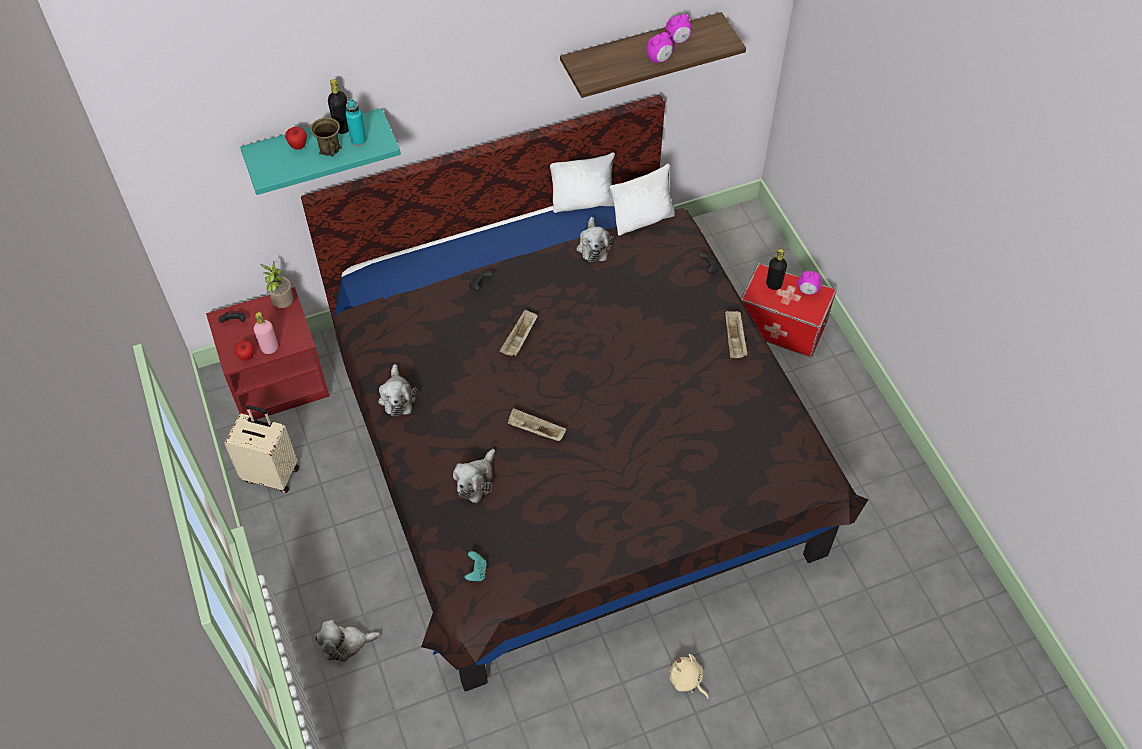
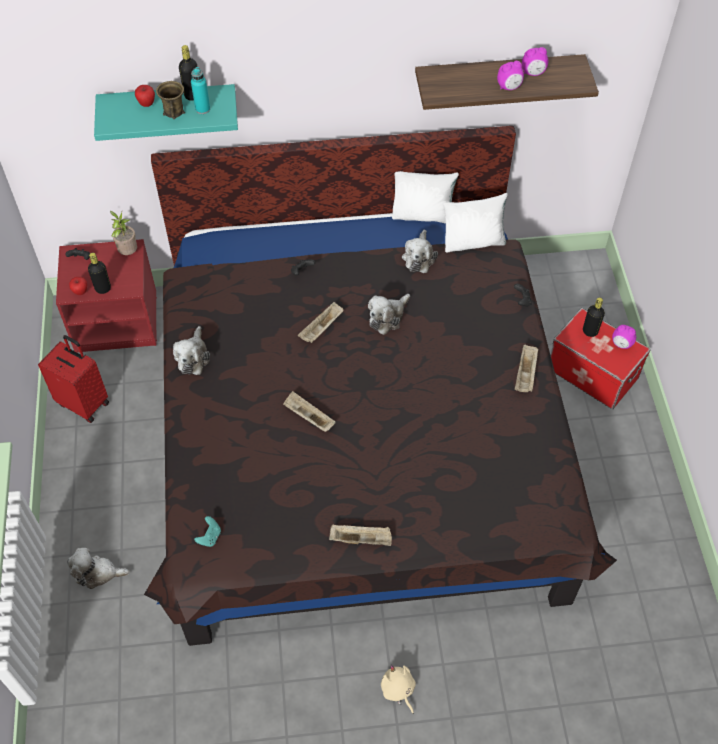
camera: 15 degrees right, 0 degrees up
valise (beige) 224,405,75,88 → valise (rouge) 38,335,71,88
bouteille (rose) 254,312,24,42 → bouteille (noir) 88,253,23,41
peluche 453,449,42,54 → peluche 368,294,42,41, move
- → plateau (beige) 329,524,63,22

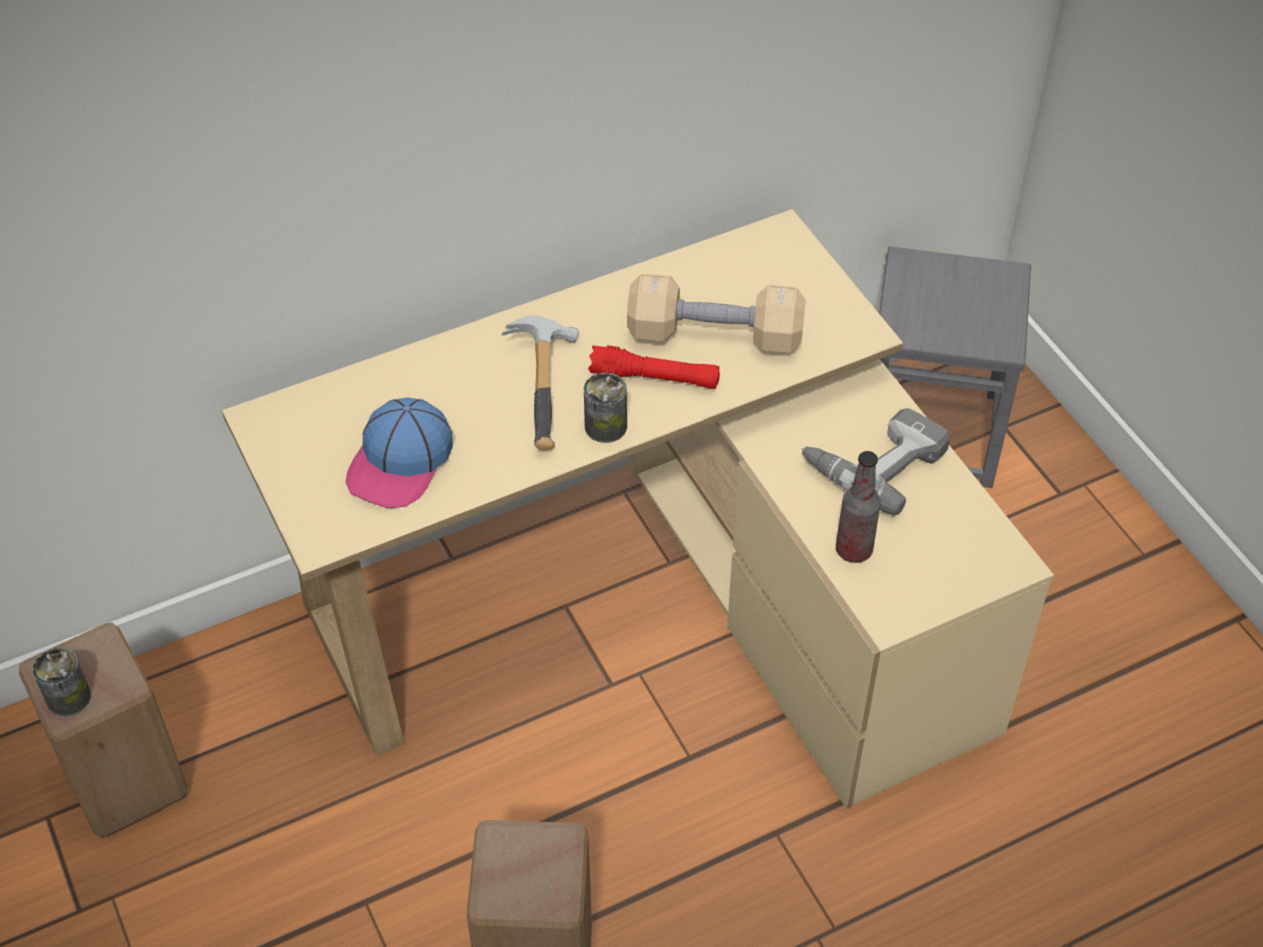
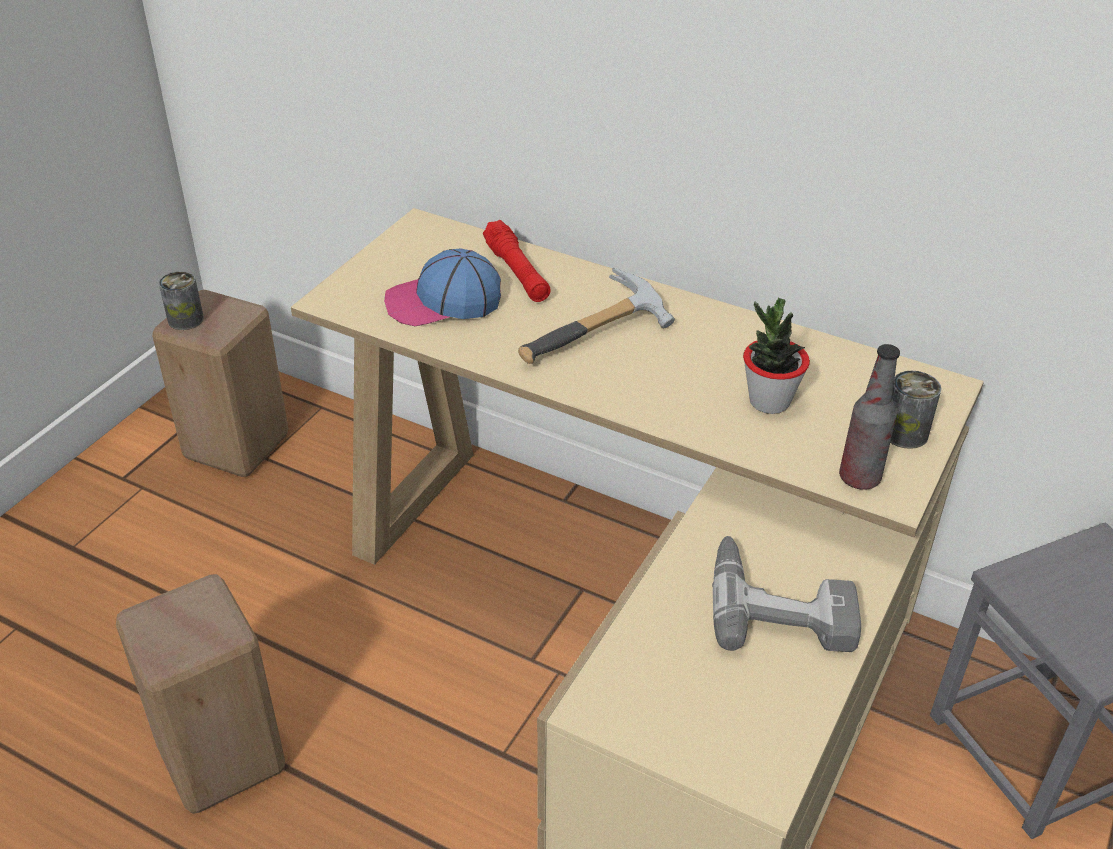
camera: 55 degrees right, 10 degrees down
boîte métallique 584,373,43,70 → boîte métallique 890,371,51,78, move
lampe de poche (rouge) 588,345,132,44 → lampe de poche (rouge) 483,220,68,82, move
haltère (beige) 627,274,179,79 → plante en pot 743,298,67,116
bouteille 836,451,45,112 → bouteille 839,344,61,146, move

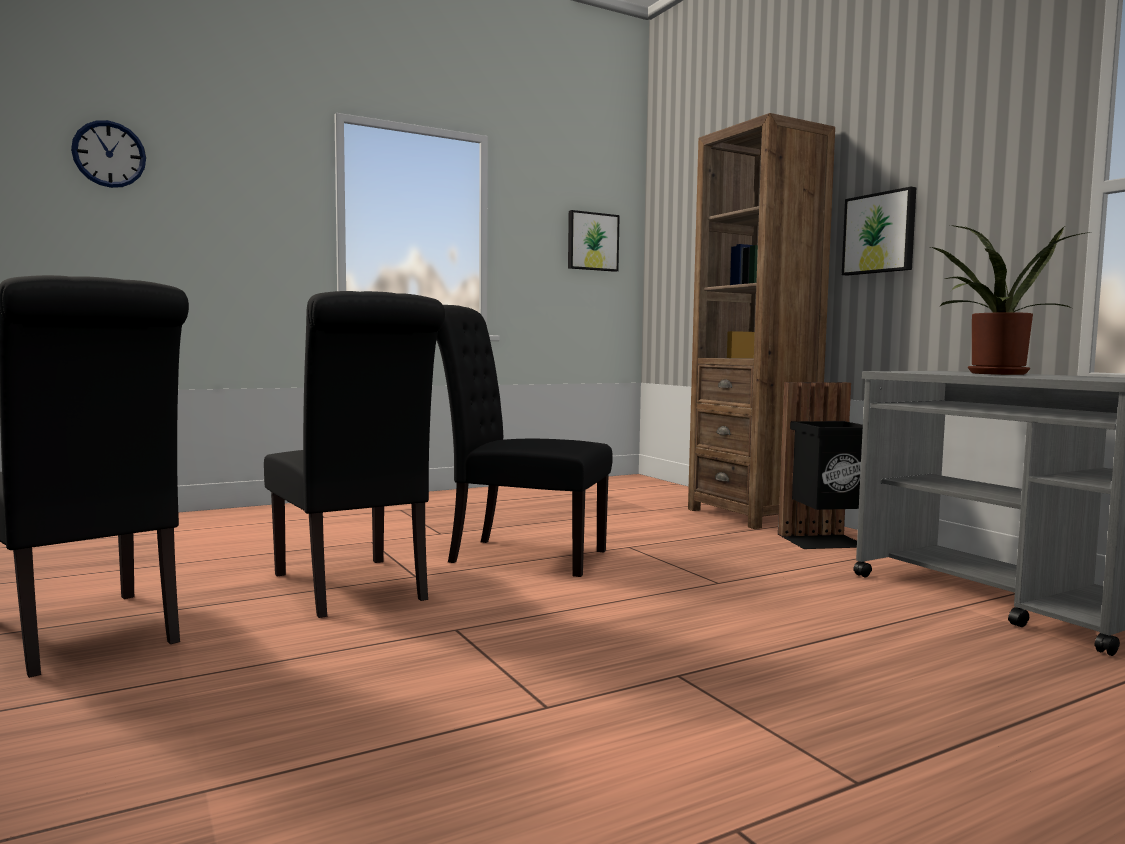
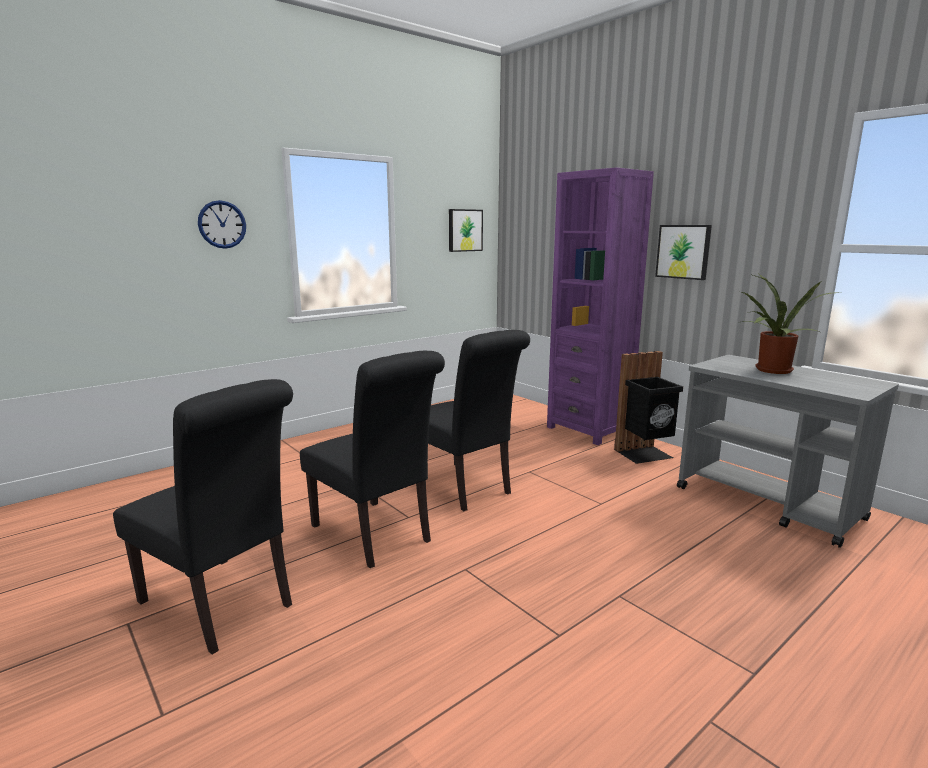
camera: 10 degrees left, 10 degrees up
horloge murale 71,120,75,68 → horloge murale 198,200,48,49, move
chaise (noir) 437,305,176,272 → chaise (noir) 428,330,102,181, 135 degrees counterclockwise
bibliothèque (marron) 688,113,147,416 → bibliothèque (violet) 547,168,107,277

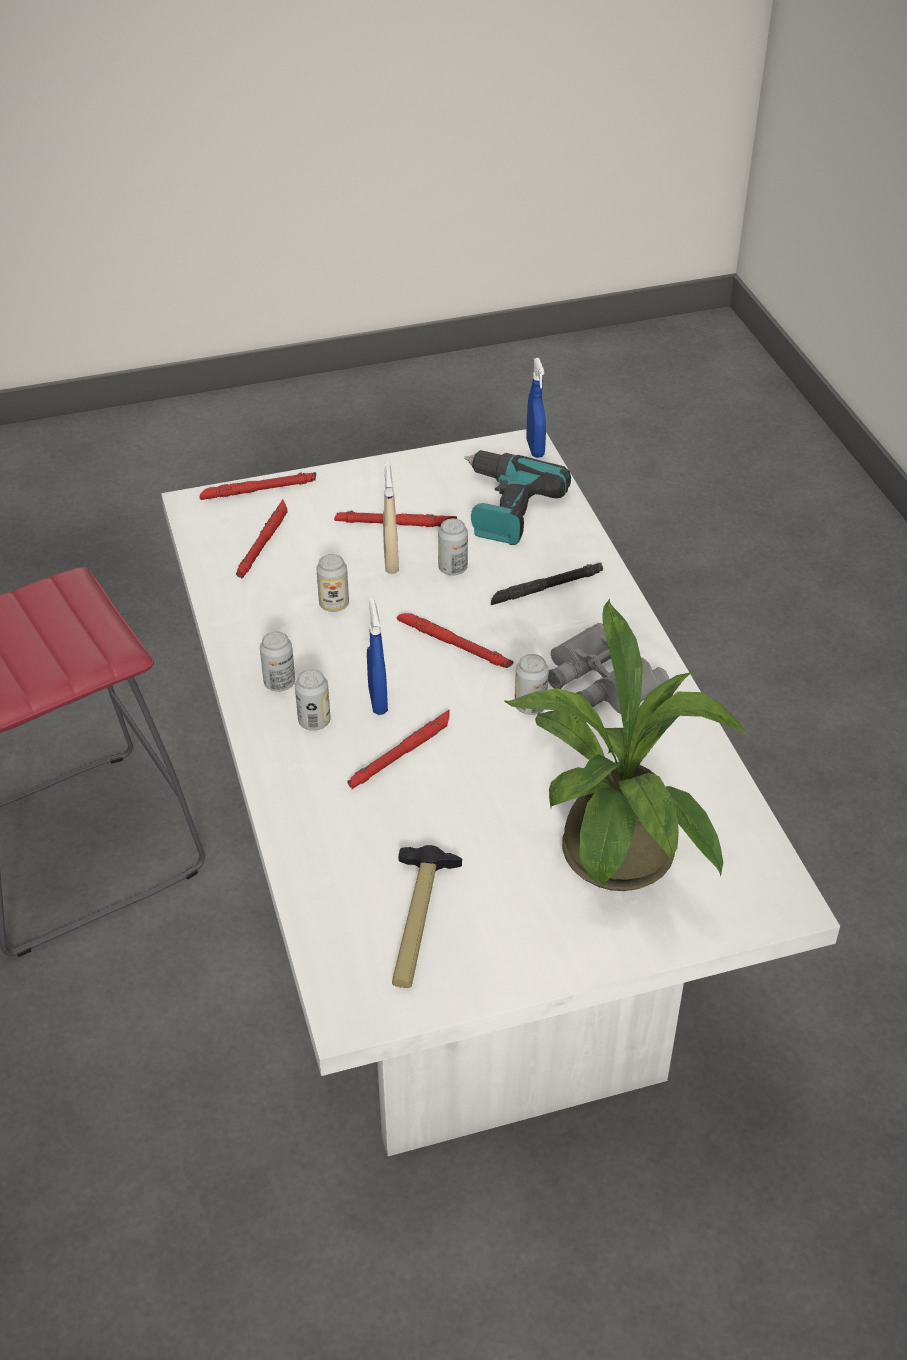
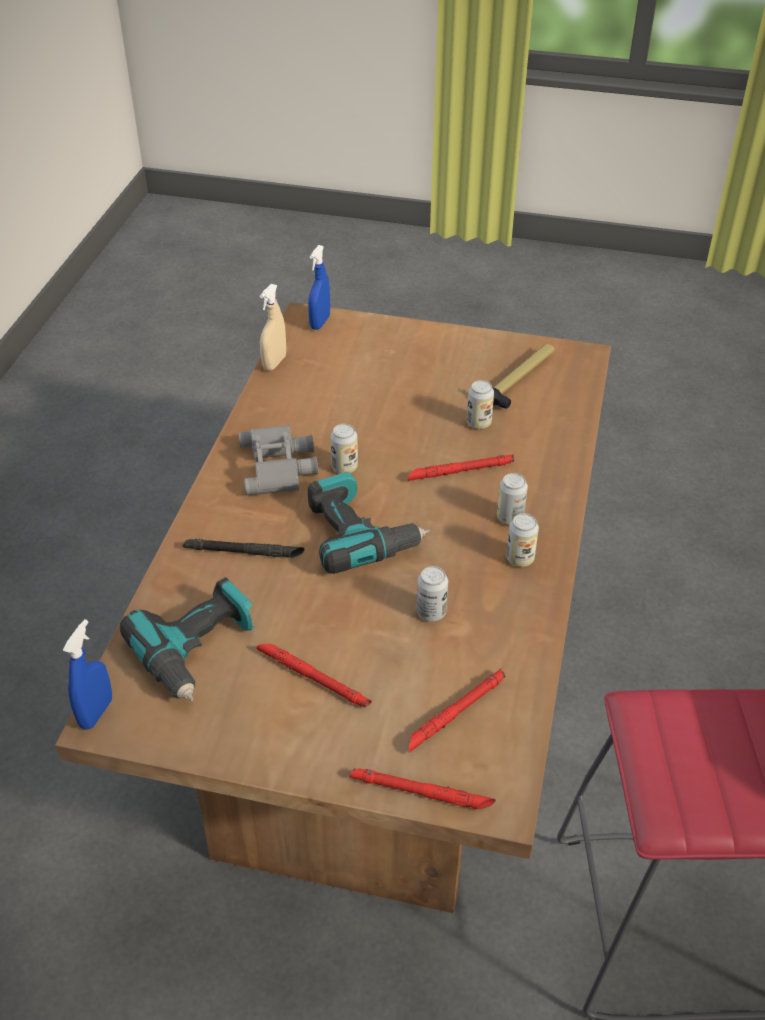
camera: 150 degrees left, 0 degrees up
table à manger (blanc) 161,429,679,727 → table à manger (marron) 55,302,556,611
vaporisateur (bleu) 367,597,21,118 → vaporisateur (bleu) 308,245,22,85, move
vaporisateur (beige) 383,462,16,112 → vaporisateur (beige) 260,284,26,87, move
lampe de poche (rouge) 397,613,116,55 → perceuse 308,472,122,102
boîte métallique 438,519,30,57 → boîte métallique 467,380,27,49, move
plante en pot 503,599,245,292 → -

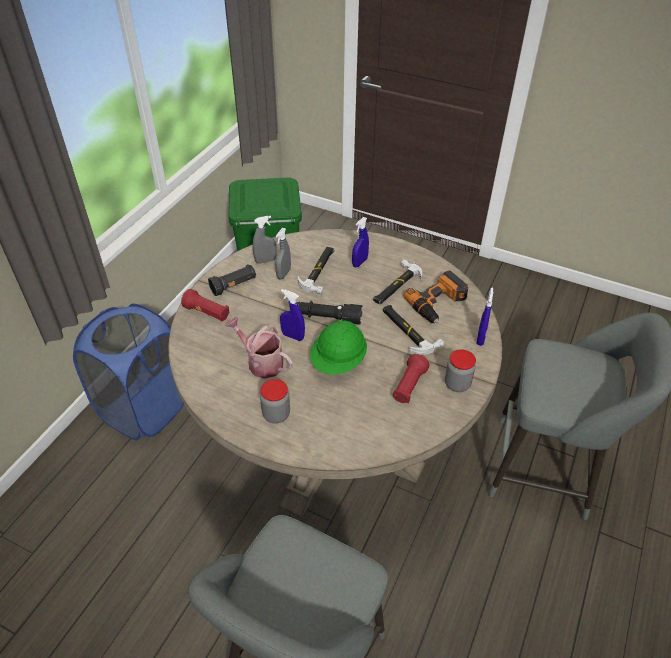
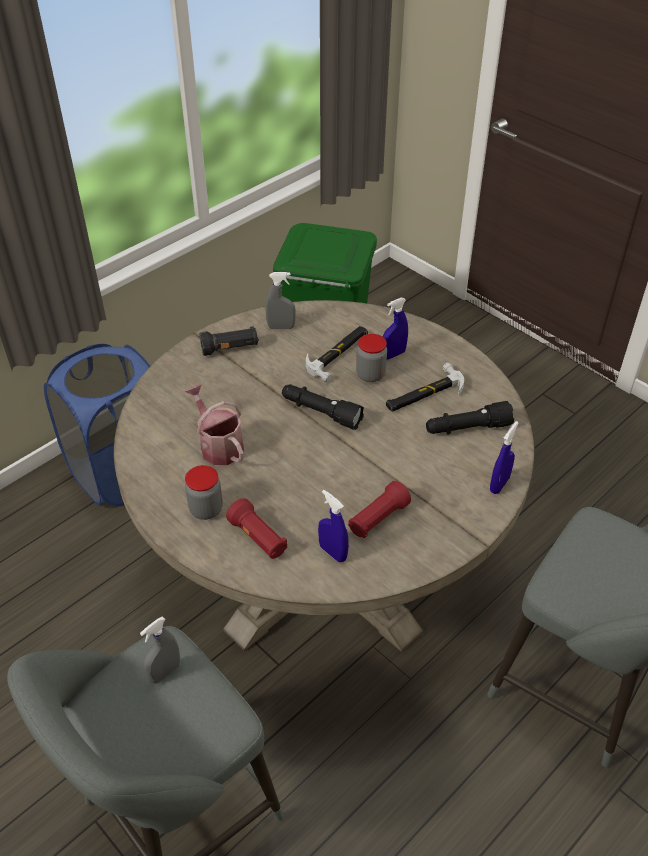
camera: 20 degrees right, 0 degrees up
lampe de poche (rouge) 181,289,49,32 → lampe de poche (rouge) 226,498,61,61, move
vaporisateur (gris) 275,228,16,51 → vaporisateur (gris) 140,616,40,68, move
vaporisateur (bleu) 280,289,25,52 → vaporisateur (bleu) 318,490,31,72, move
casque de chantier (vert) 310,320,57,55 → -
marteau 383,305,61,50 → -
perceuse 404,271,64,52 → lampe de poche (noir) 426,401,88,33
bocal 445,349,31,43 → bocal 356,334,31,48, move

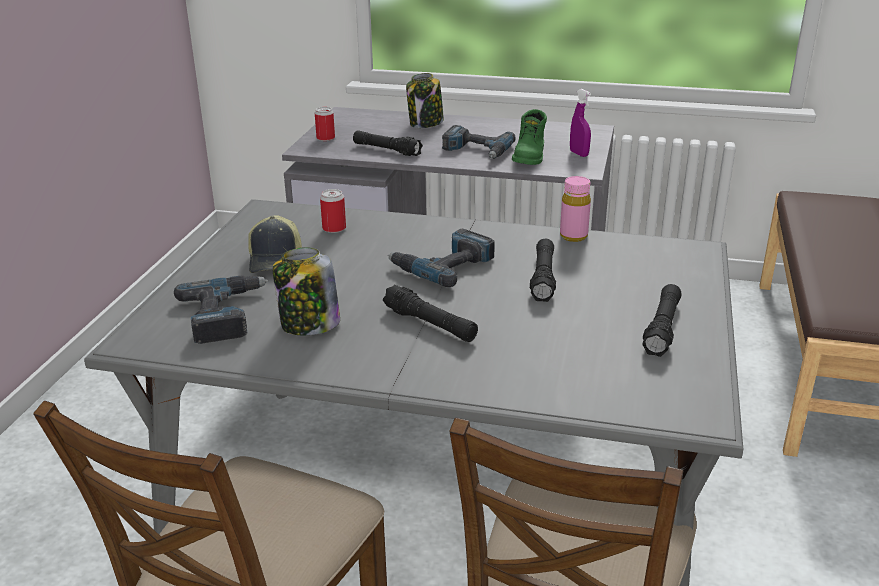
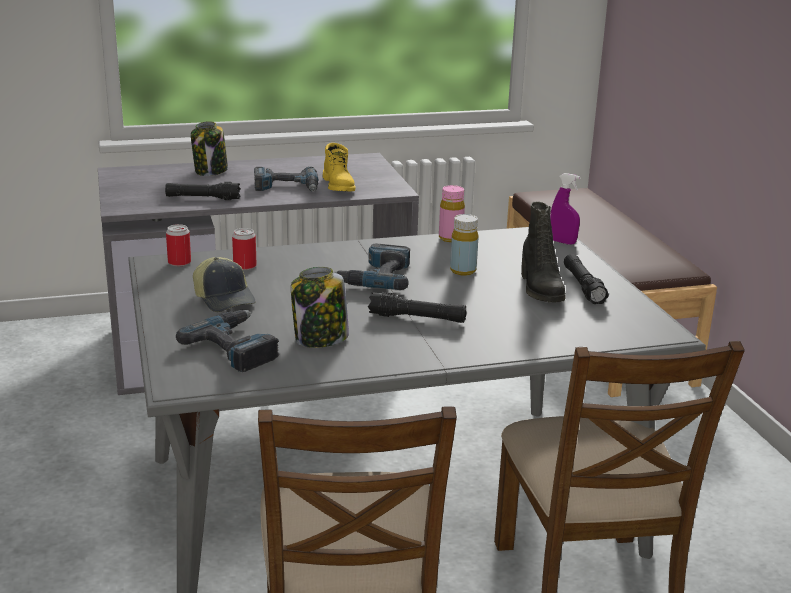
camera: 30 degrees left, 5 degrees down
boîte métallique 315,107,20,34 → boîte métallique 166,224,25,42, move
botte (vert) 512,109,35,56 → botte (jaune) 322,143,34,48
lampe de poche (noir) 530,239,26,63 → bouteille (jaune) 450,214,29,62
vaporisateur (violet) 570,89,21,68 → vaporisateur (violet) 550,173,31,72, move
- → botte (noir) 521,202,45,101

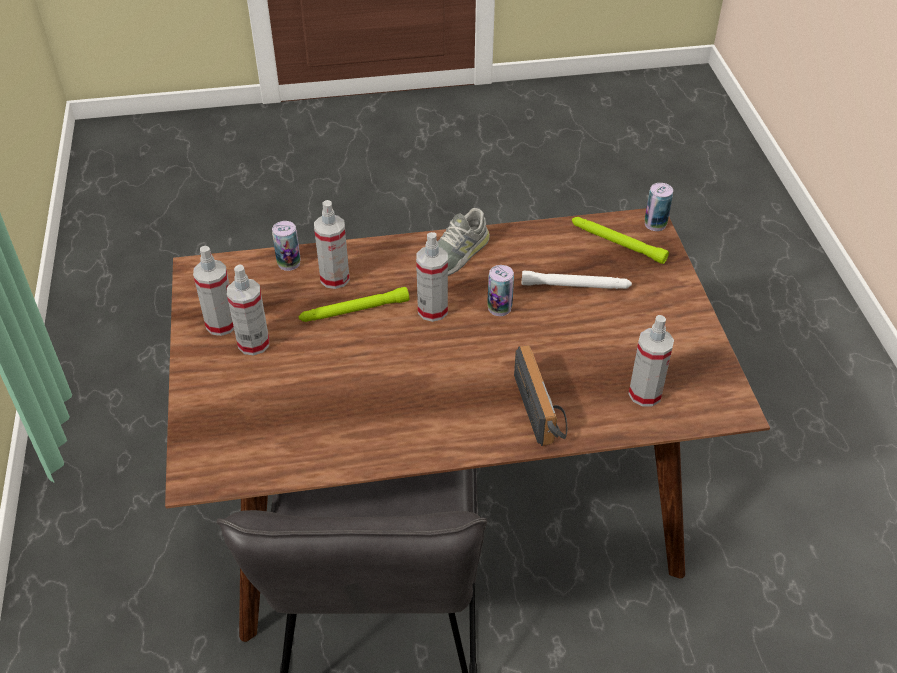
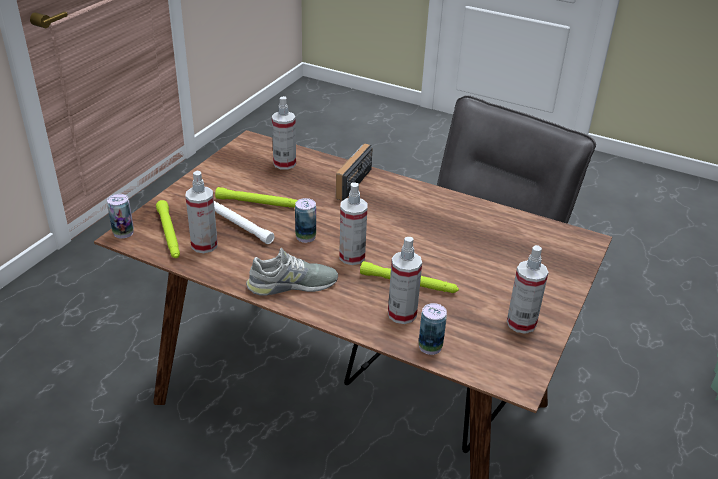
camera: 145 degrees left, 10 degrees down
vaporisateur 227,264,42,92 → vaporisateur 185,171,33,82, move
- → lampe de poche (vert) 215,187,82,21

